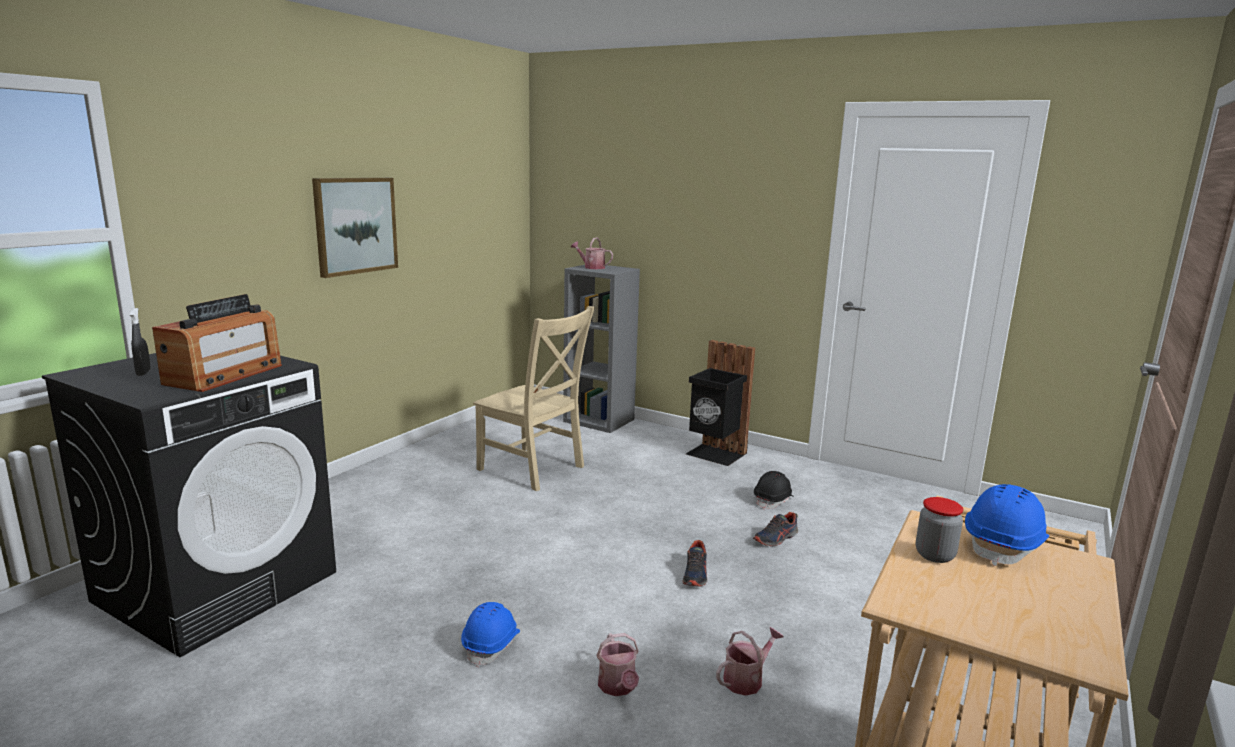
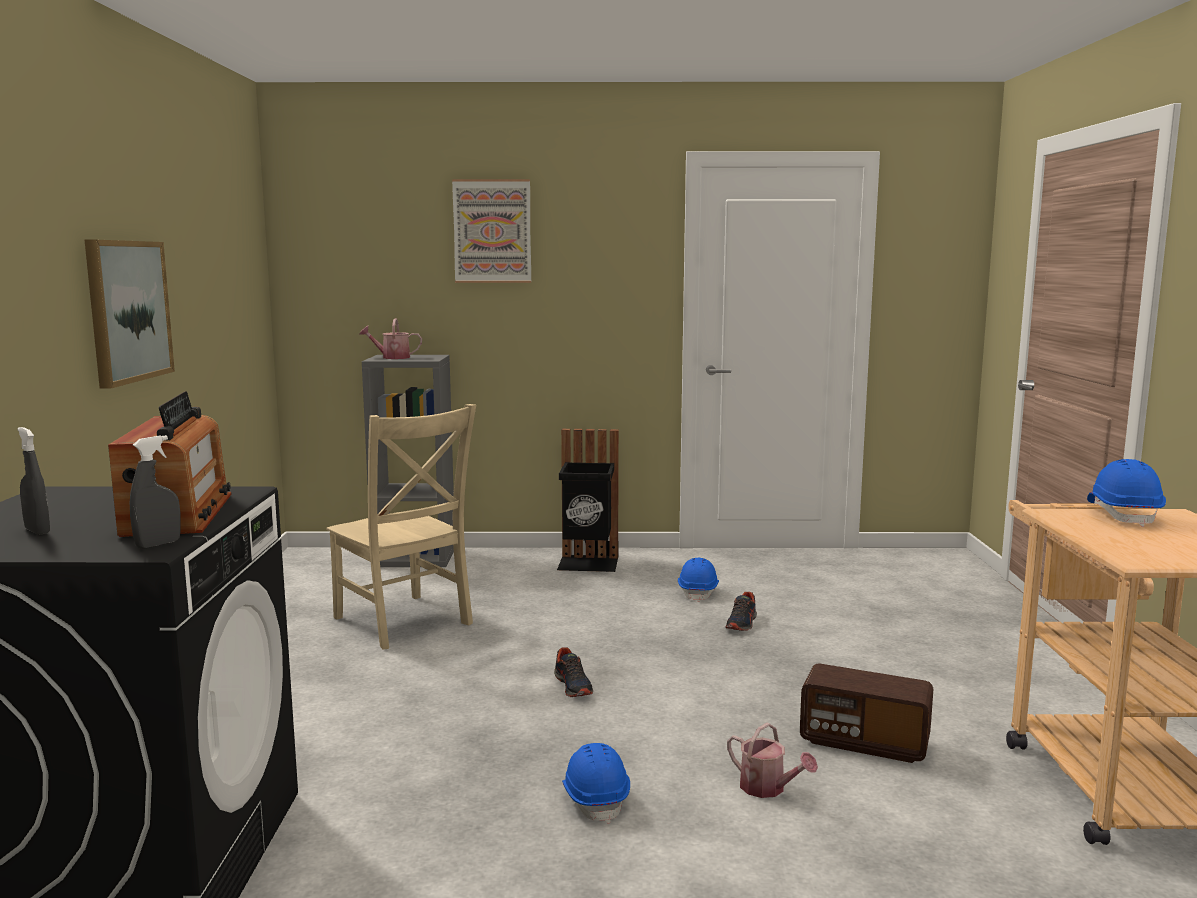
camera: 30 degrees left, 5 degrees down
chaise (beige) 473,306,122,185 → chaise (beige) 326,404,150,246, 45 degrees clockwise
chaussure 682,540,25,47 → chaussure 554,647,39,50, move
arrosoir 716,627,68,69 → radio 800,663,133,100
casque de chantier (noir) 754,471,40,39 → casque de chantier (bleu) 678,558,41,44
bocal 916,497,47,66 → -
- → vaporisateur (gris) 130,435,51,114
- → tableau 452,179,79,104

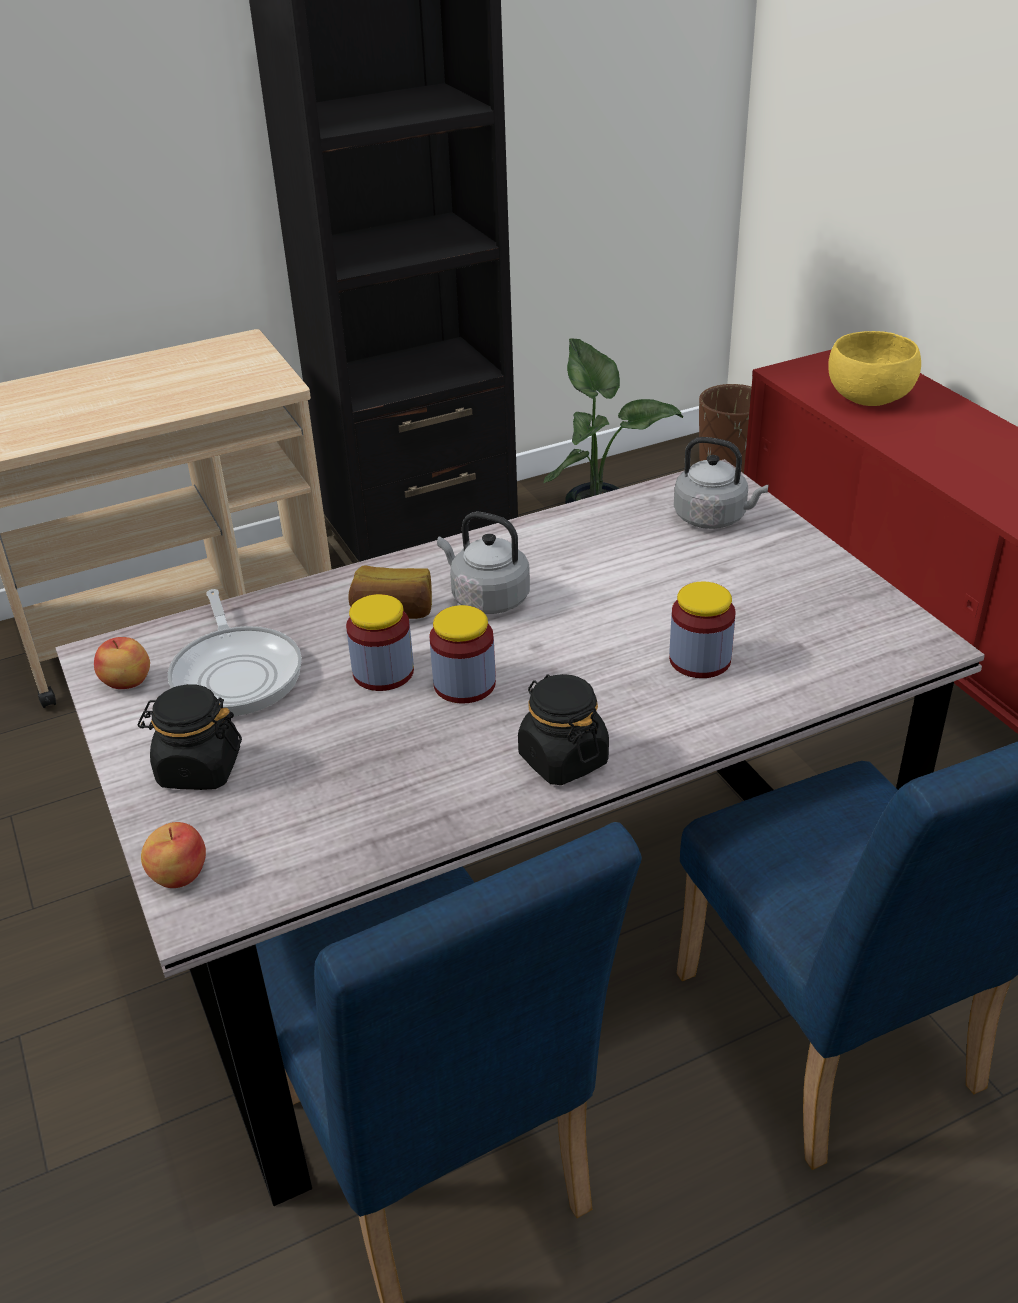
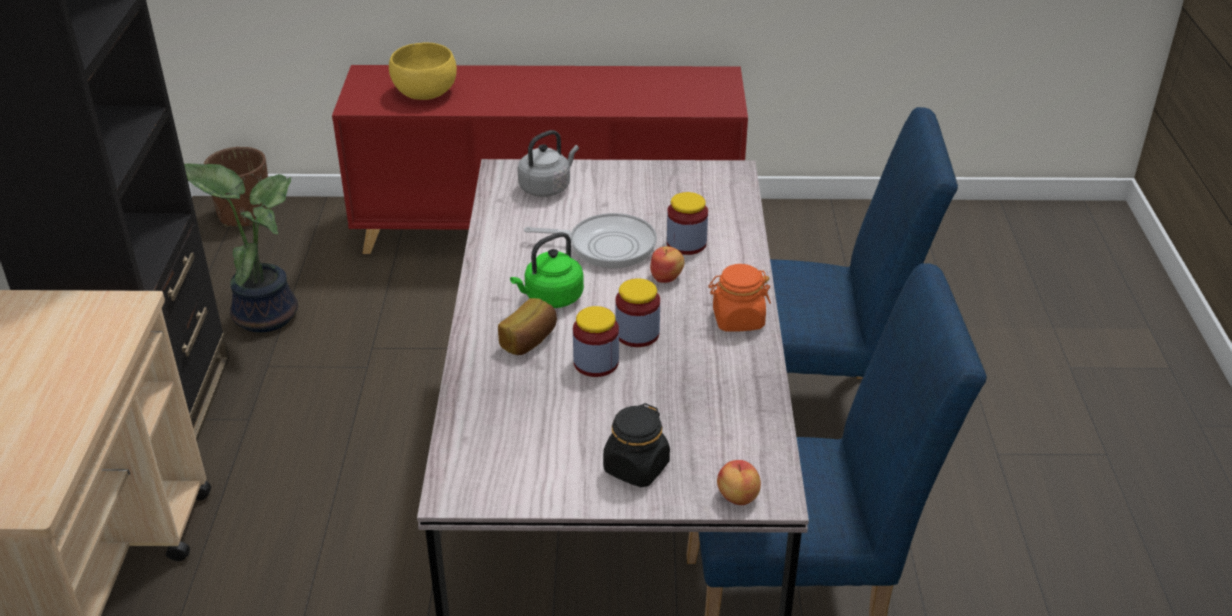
camera: 65 degrees left, 0 degrees up
pomme 94,637,56,52 → pomme 650,246,34,37, move
poêle 168,589,134,127 → poêle 524,213,133,55, move
bouilloire (gris) 437,511,93,103 → bouilloire (vert) 510,232,74,76
bocal (noir) 518,674,91,111 → bocal (orange) 708,264,63,68

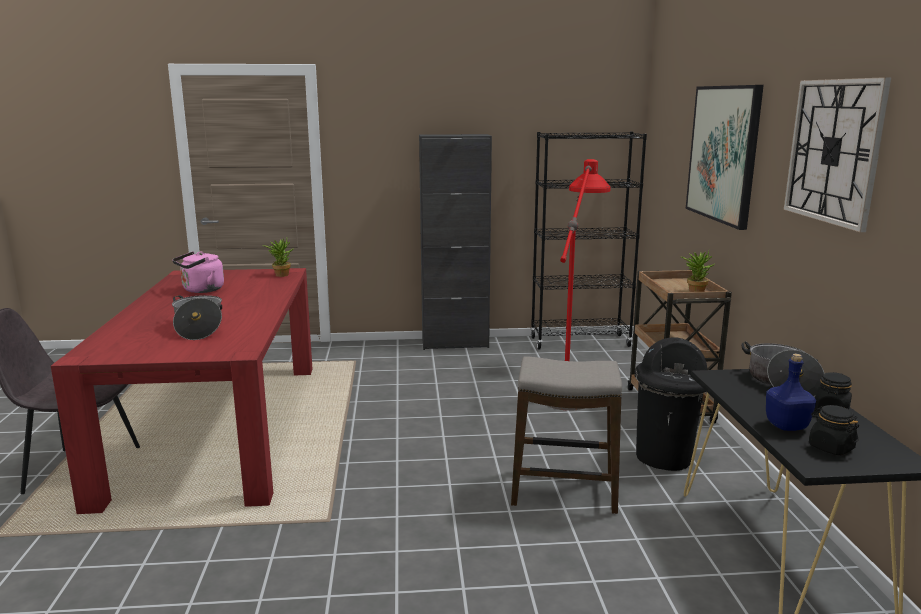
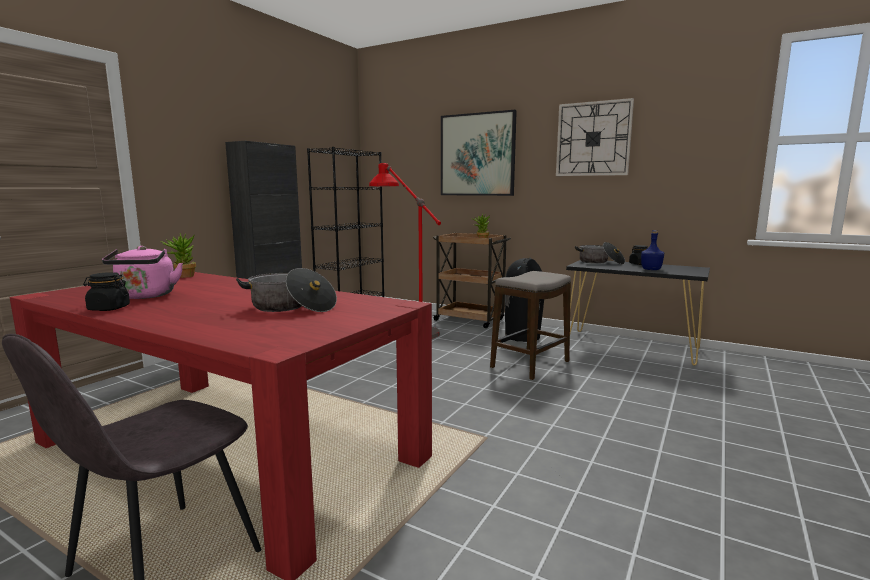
camera: 55 degrees left, 5 degrees down
bocal (noir) 809,405,50,50 → bocal (noir) 83,272,47,39, move

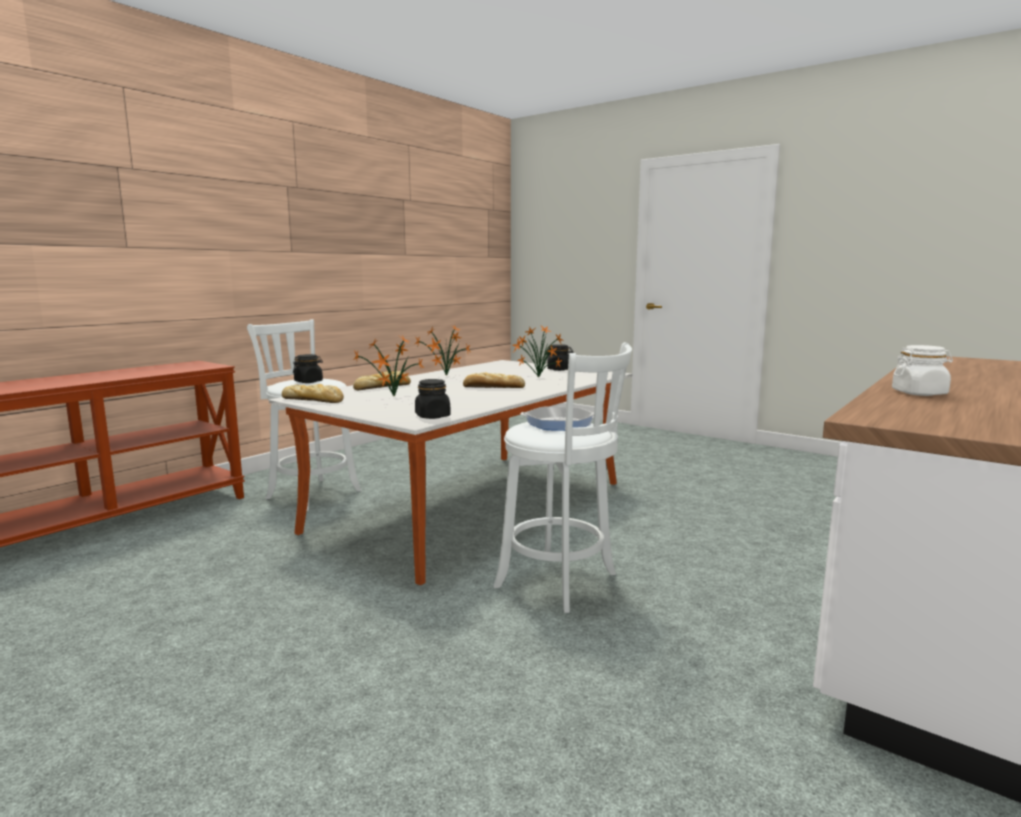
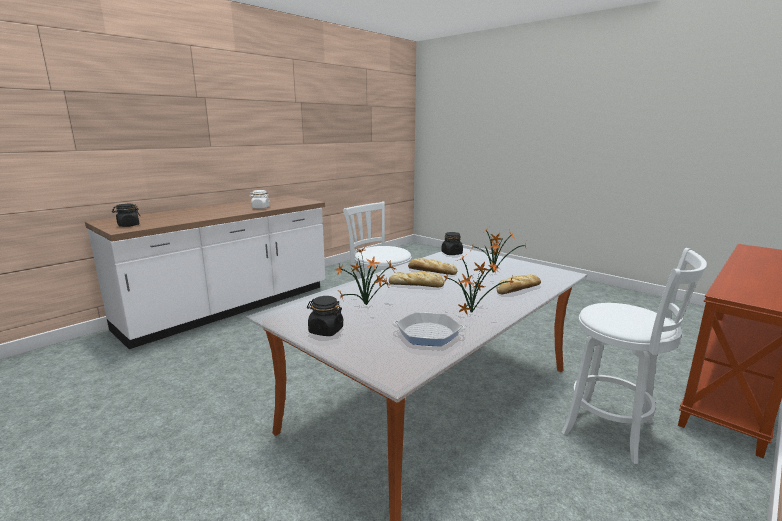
camera: 175 degrees left, 5 degrees up
pain 282,384,62,19 → pain 408,258,49,17, move
bocal (noir) 293,354,30,29 → bocal (noir) 112,204,29,23, move
poêle 520,407,74,24 → poêle 393,312,73,34, move

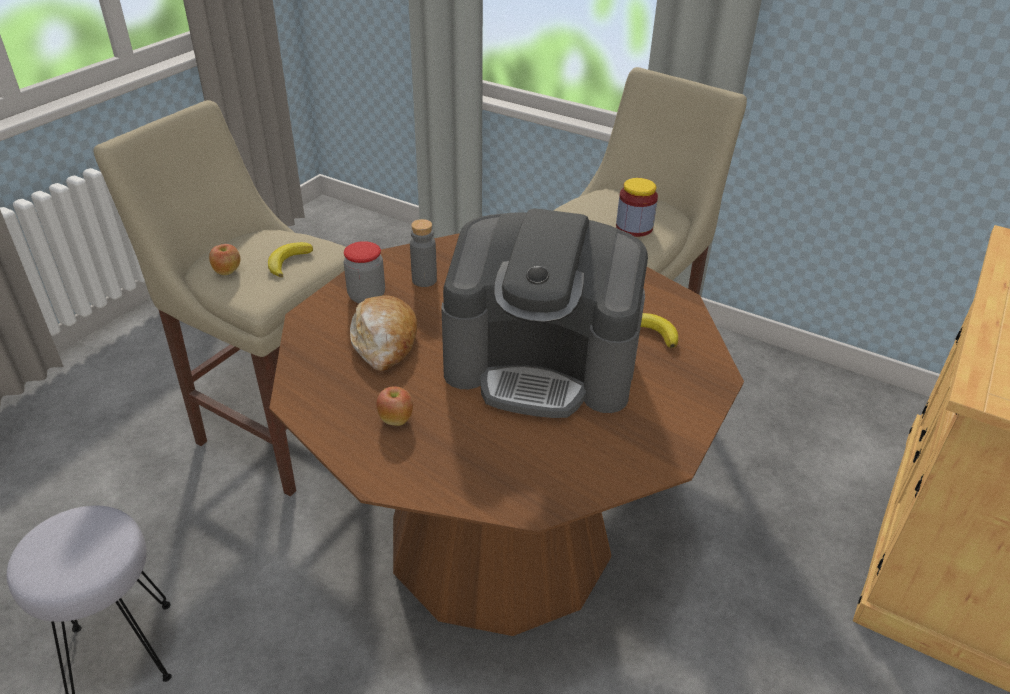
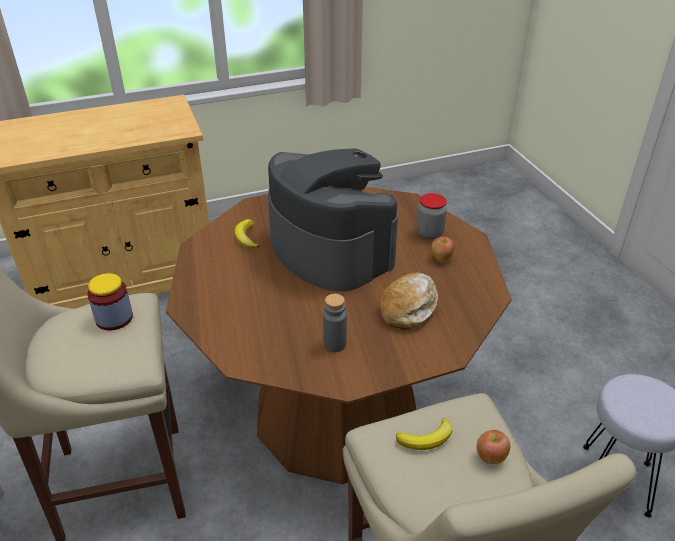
camera: 140 degrees left, 0 degrees up
bocal 344,241,41,62 → bocal 417,193,30,46, move

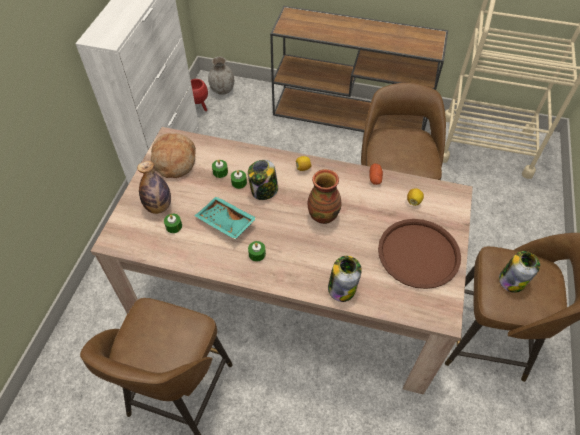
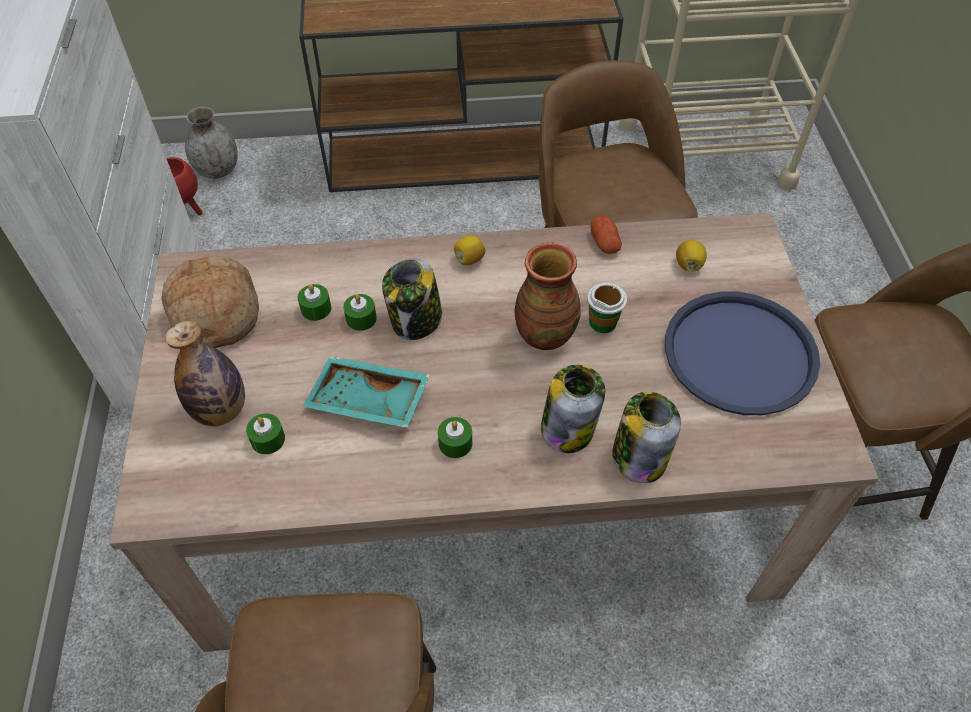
camera: 20 degrees left, 0 degrees up
plateau (marron) 378,219,83,70 → plateau (bleu) 665,291,155,124
bocal 499,251,41,42 → bocal 541,365,64,88, move
- → tasse 587,283,40,50

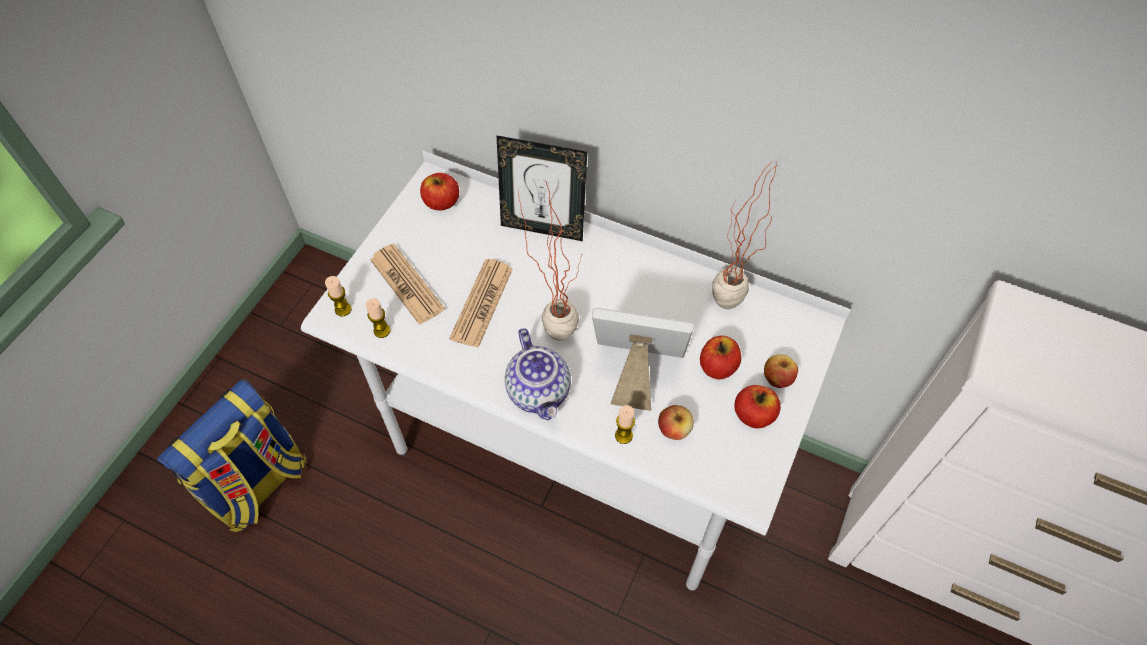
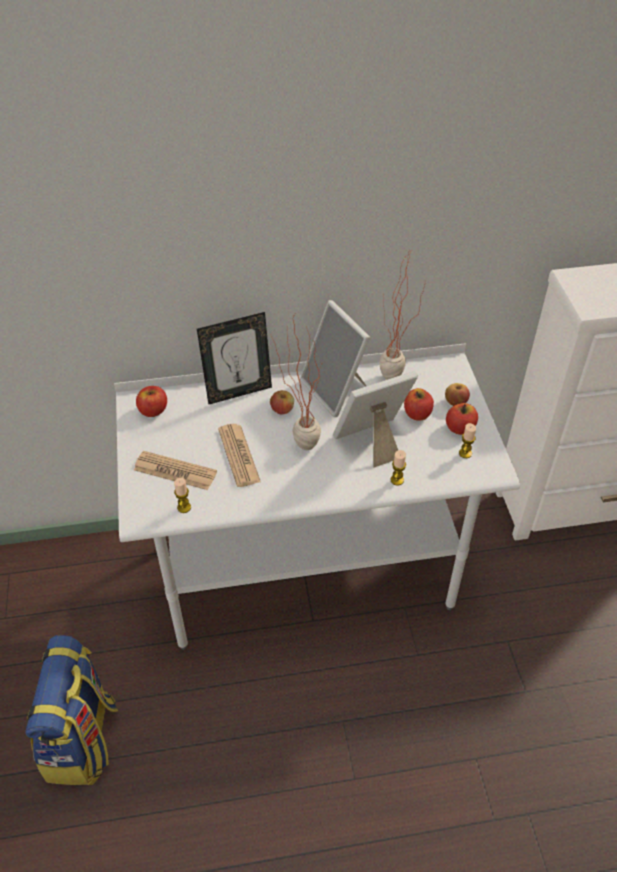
camera: 35 degrees left, 10 degrees down
bougie 325,276,26,41 → bougie 459,423,17,35, move
théière 505,328,66,92 → -
pomme 658,405,36,35 → pomme 270,390,24,25, move
- → cadre photo 300,300,70,117

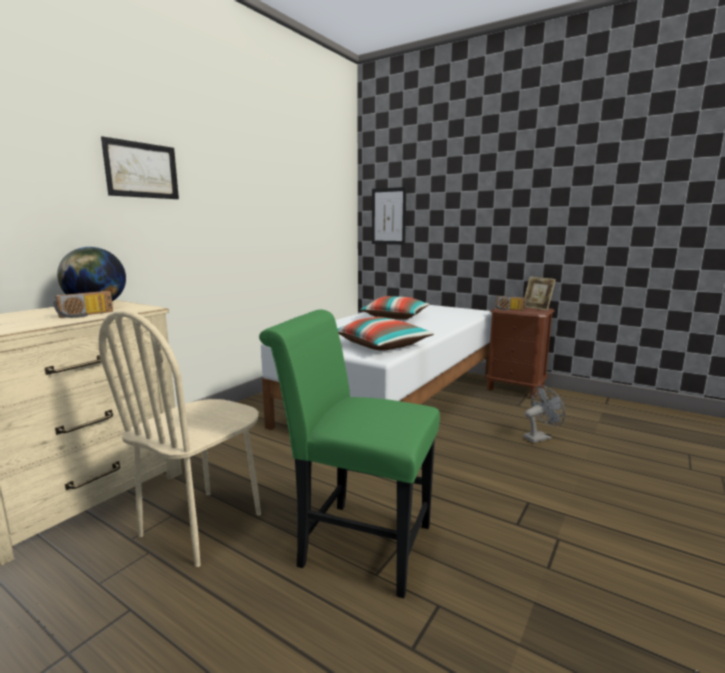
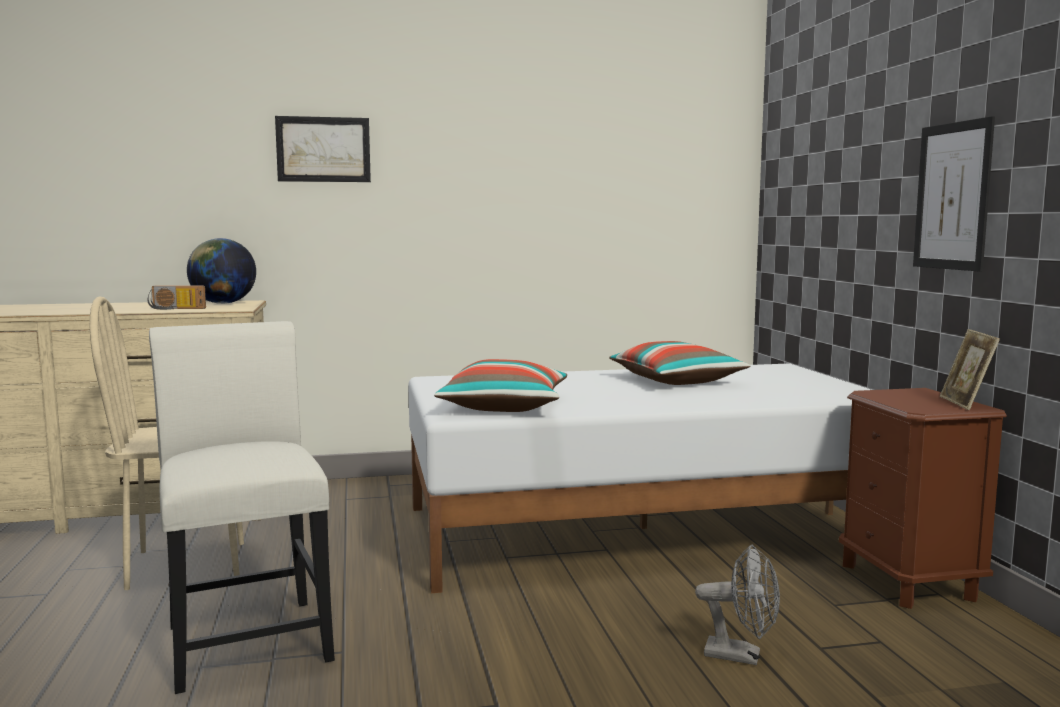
camera: 45 degrees right, 5 degrees down
chaise (vert) 259,310,181,288 → chaise (blanc) 149,321,186,373
tableau 372,187,34,58 → tableau 913,116,82,156, move
radio 495,296,31,15 → -

